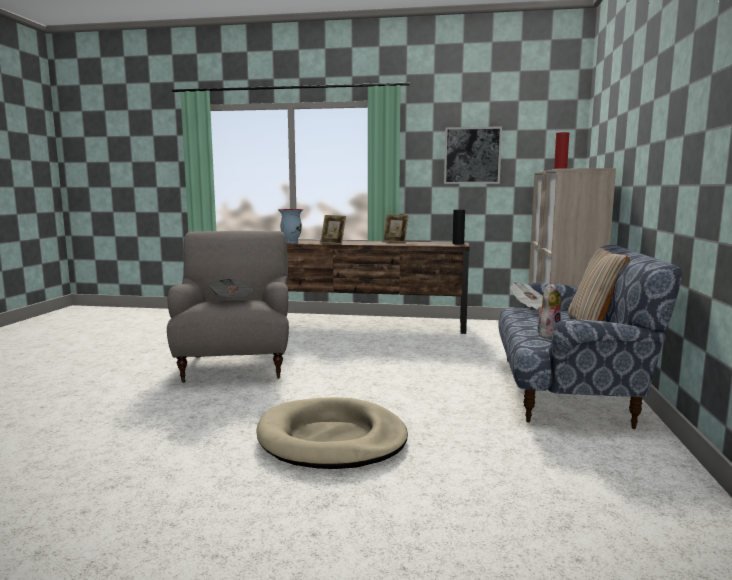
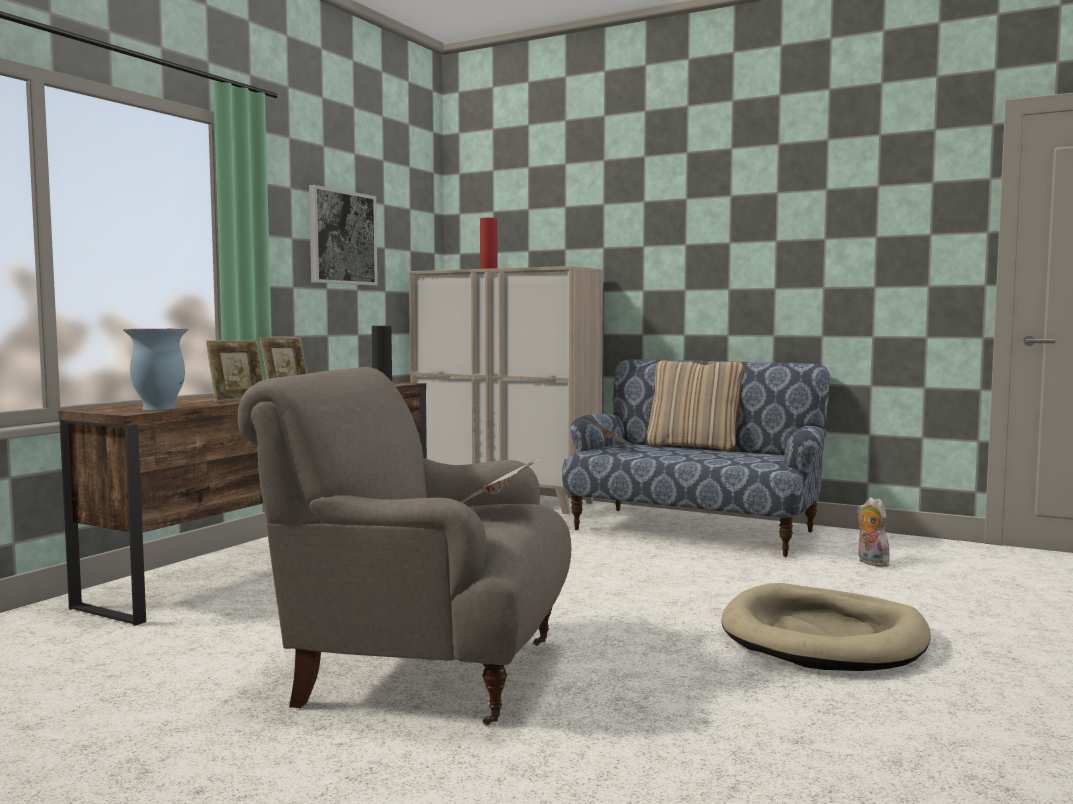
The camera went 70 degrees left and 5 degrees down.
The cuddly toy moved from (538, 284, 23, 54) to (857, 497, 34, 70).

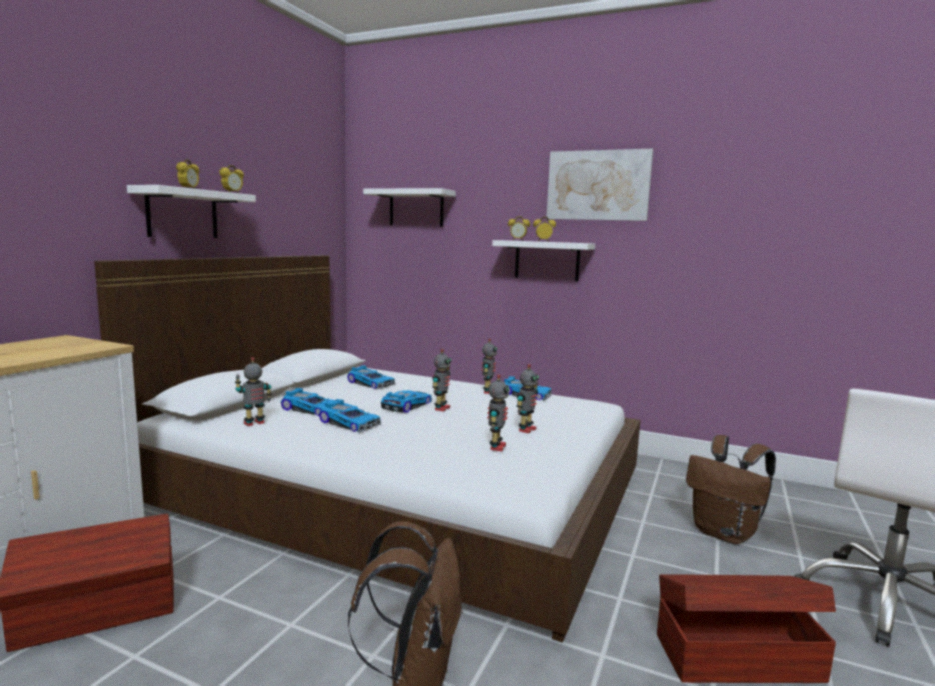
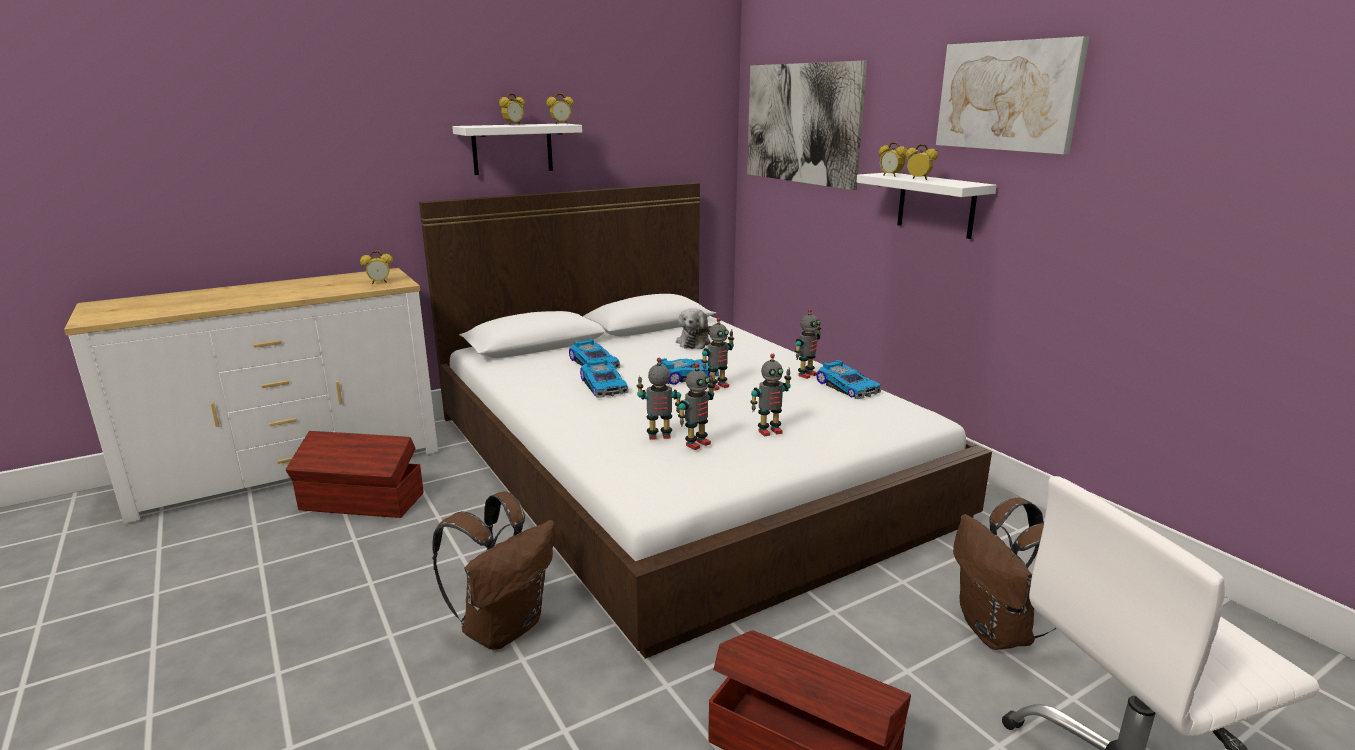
The camera went 35 degrees right and 10 degrees up.
The bedside clock at (360, 251, 33, 33) appeared.
The robot figure moved from (235, 357, 37, 69) to (637, 358, 44, 82).
The model car at (347, 365, 48, 24) was replaced by the cuddly toy at (676, 308, 36, 41).
The white shelf at (363, 188, 93, 39) was replaced by the picture at (747, 61, 120, 129).

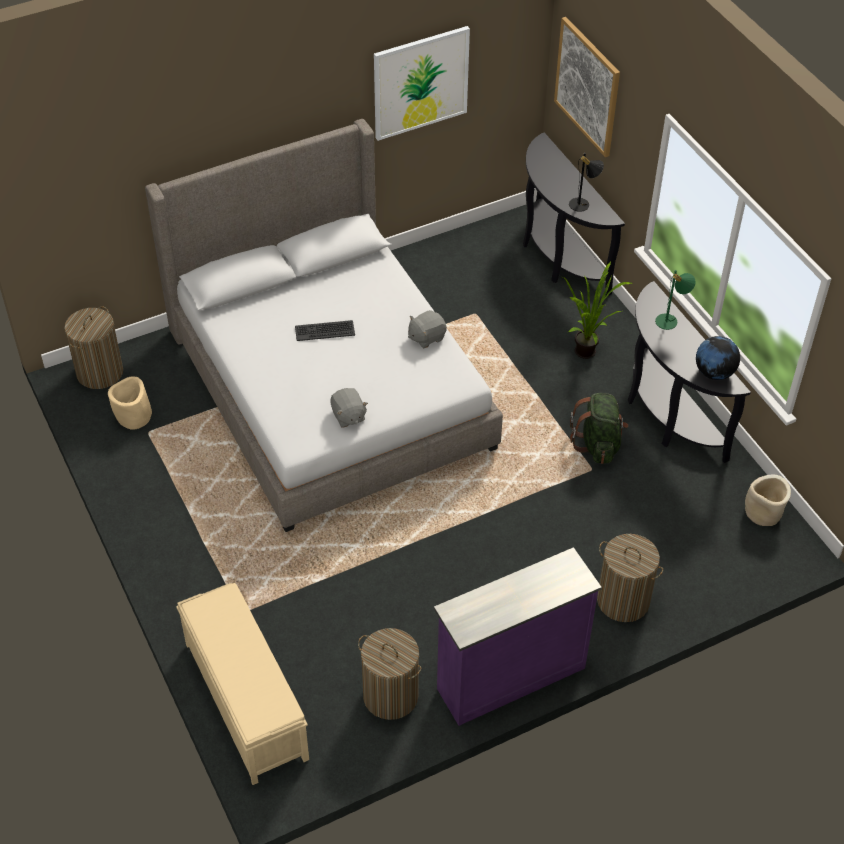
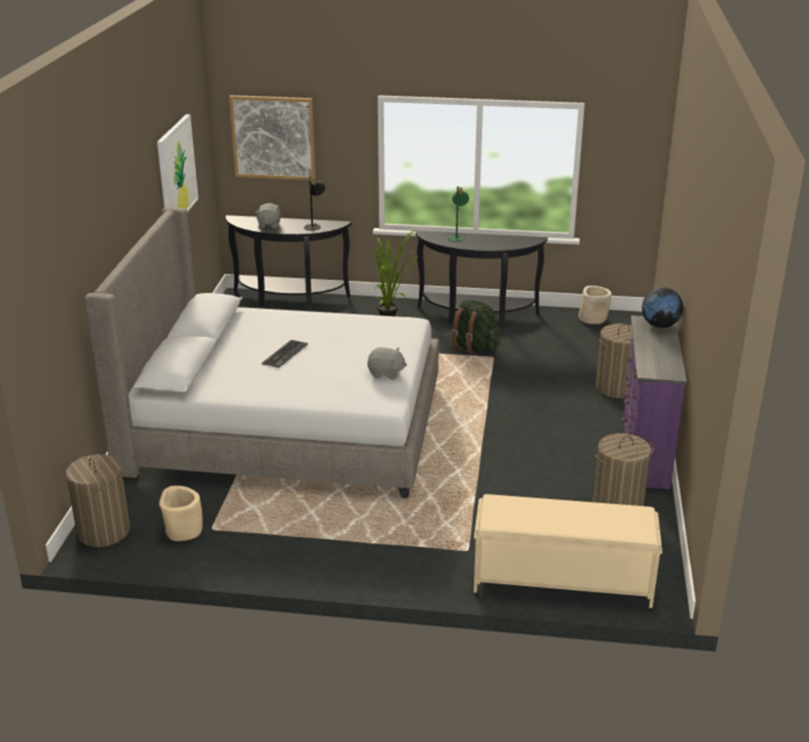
The camera went 55 degrees left and 20 degrees down.
The gray cuddly toy moved from (408, 310, 39, 38) to (255, 203, 26, 26).
The world globe moved from (696, 336, 44, 44) to (642, 287, 41, 41).

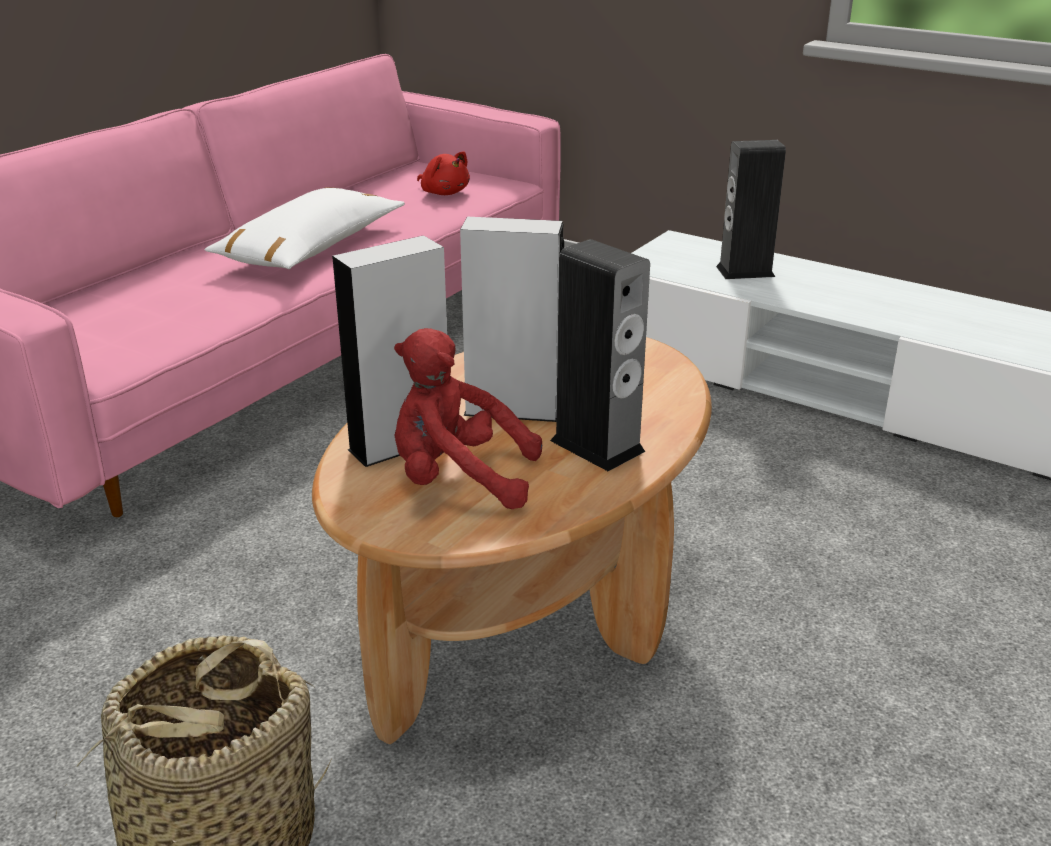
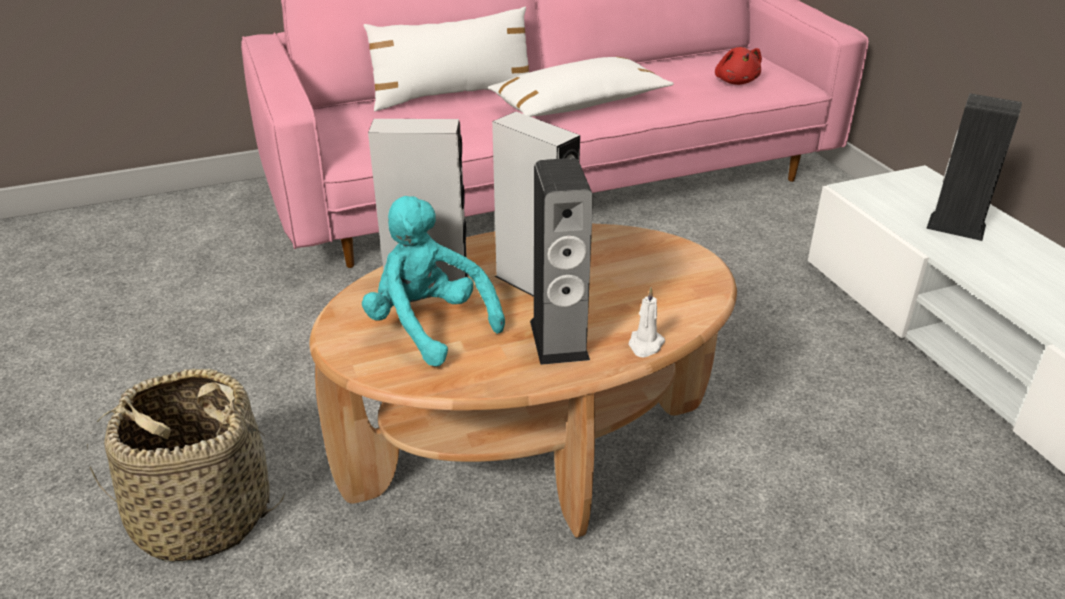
The camera went 35 degrees right and 5 degrees up.
The reddish cuddly toy at (394, 328, 148, 181) became the blue-green cuddly toy at (362, 196, 143, 171).
The white throw pillow at (364, 7, 165, 104) appeared.
The white candle at (629, 287, 36, 71) appeared.

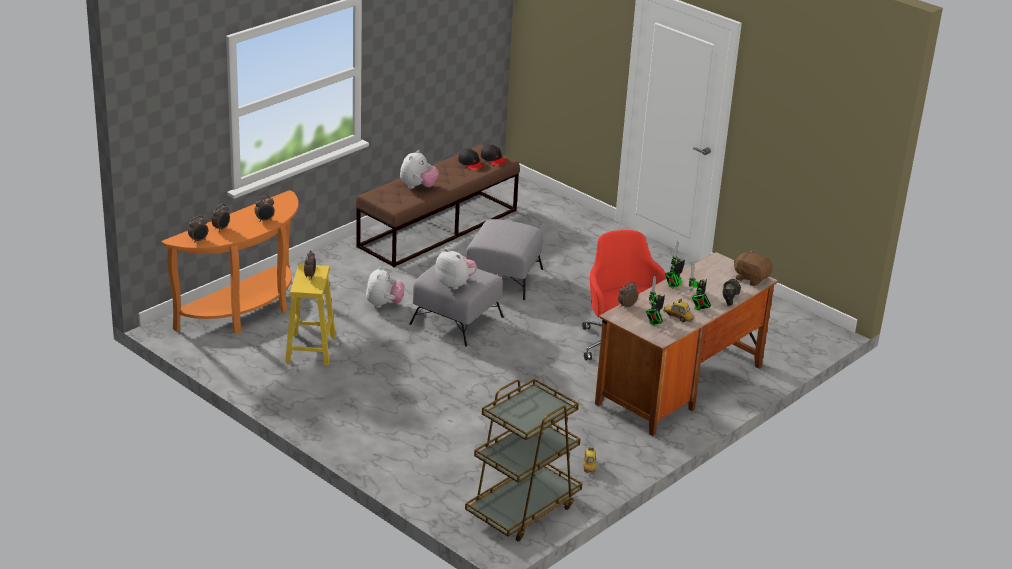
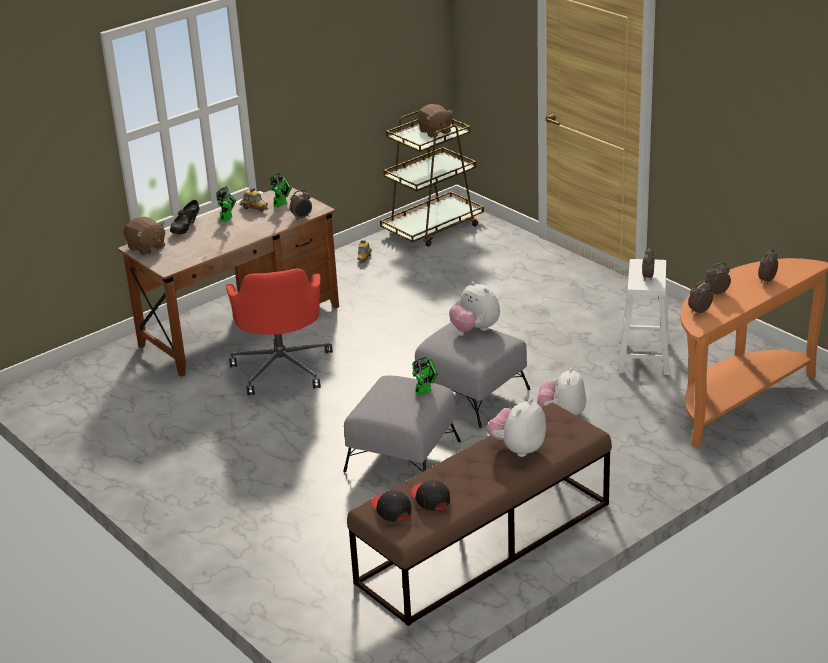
The camera went 170 degrees left and 0 degrees up.
The robot figure moved from (665, 241, 20, 48) to (412, 357, 26, 39).
The brownish cuddly toy at (417, 104, 36, 34) appeared.
The yellowish stool seat at (285, 264, 51, 102) became the white stool seat at (618, 259, 52, 116).
The bedside clock moved from (188, 215, 20, 28) to (688, 280, 25, 35).

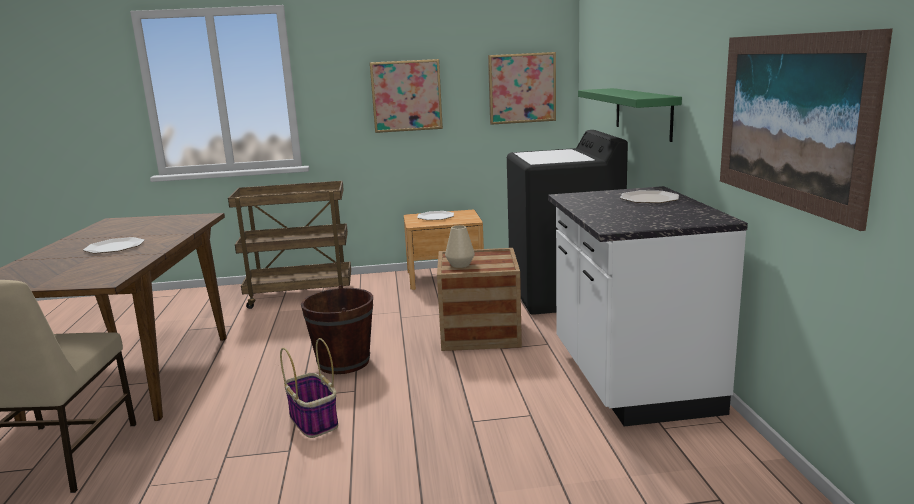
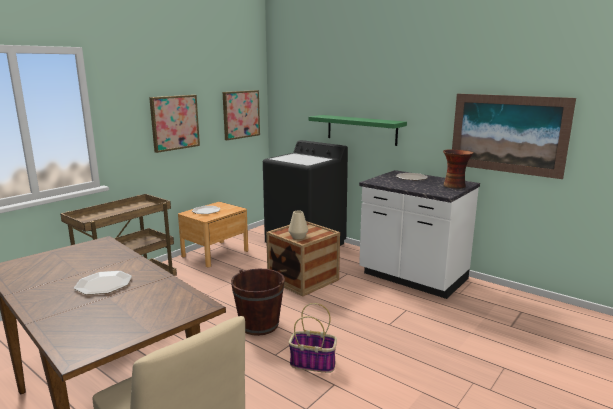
The camera went 45 degrees left and 0 degrees up.
The decorative vase at (443, 149, 30, 40) appeared.

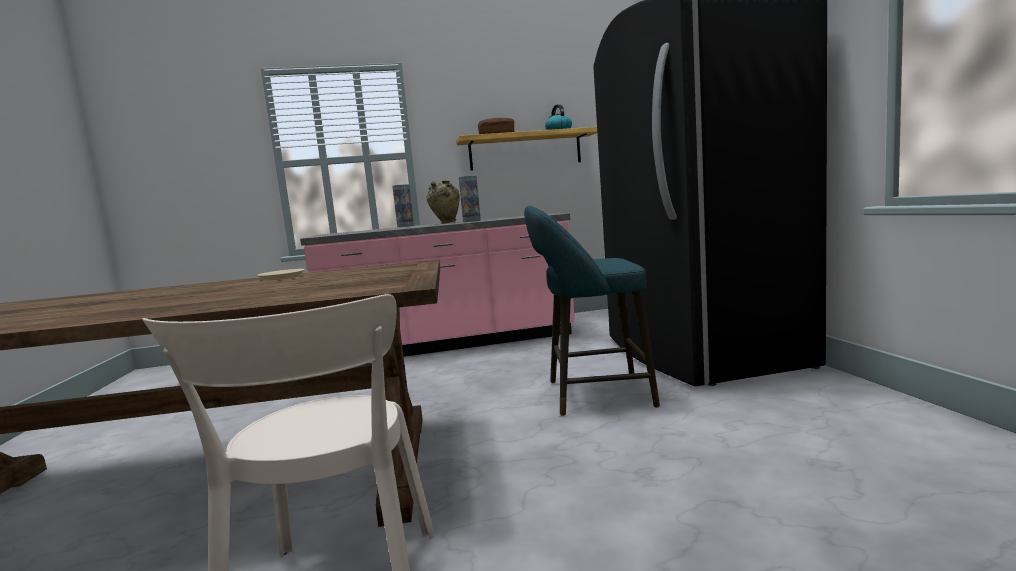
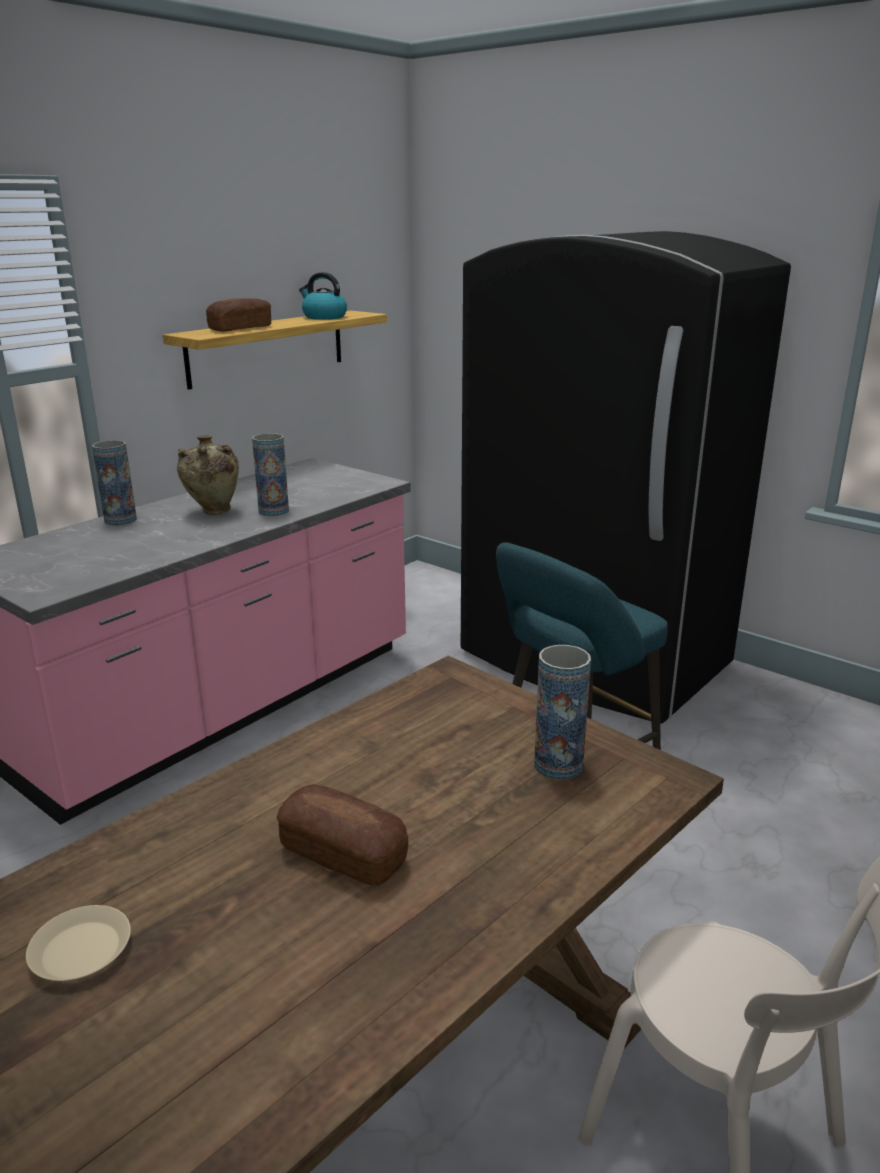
The camera went 40 degrees left and 15 degrees up.
The sand-coloured dinner plate moved from (257, 269, 47, 12) to (26, 905, 105, 76).
The baked bread at (277, 784, 131, 102) appeared.
The decorative vase at (534, 645, 57, 135) appeared.

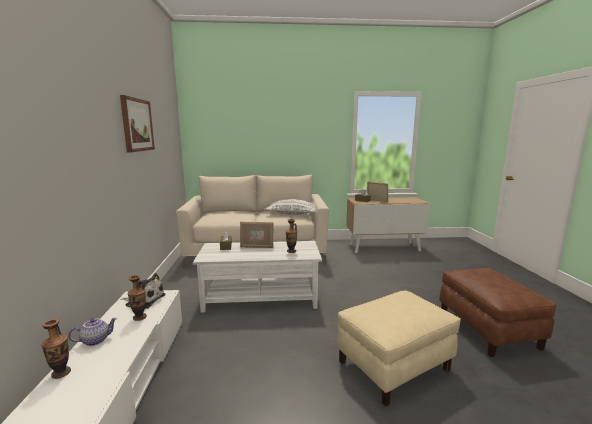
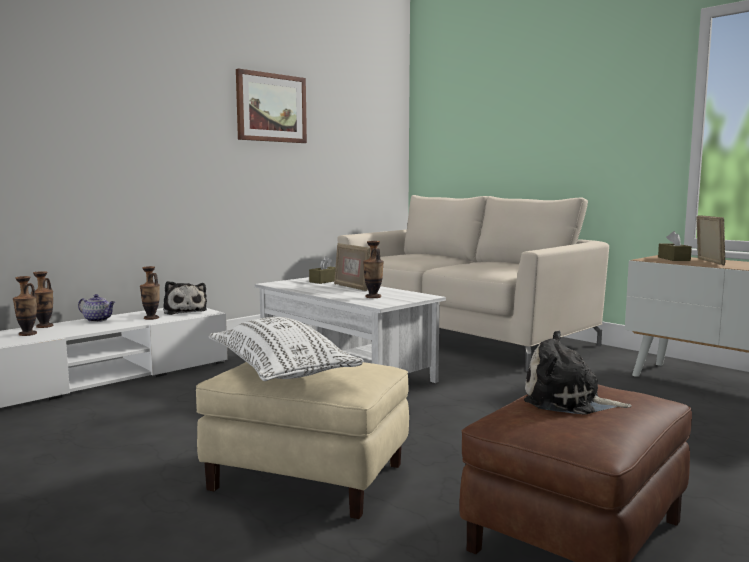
The camera went 50 degrees right and 5 degrees down.
The decorative vase at (13, 276, 24, 60) appeared.
The white throw pillow moved from (264, 199, 52, 16) to (209, 317, 155, 64).
The cuddly toy at (524, 331, 108, 84) appeared.

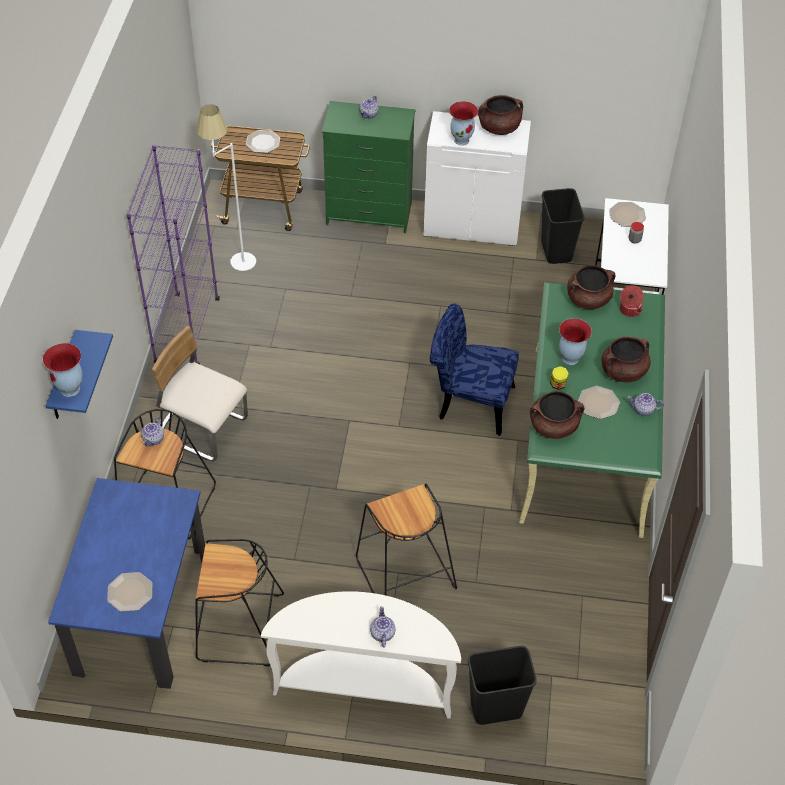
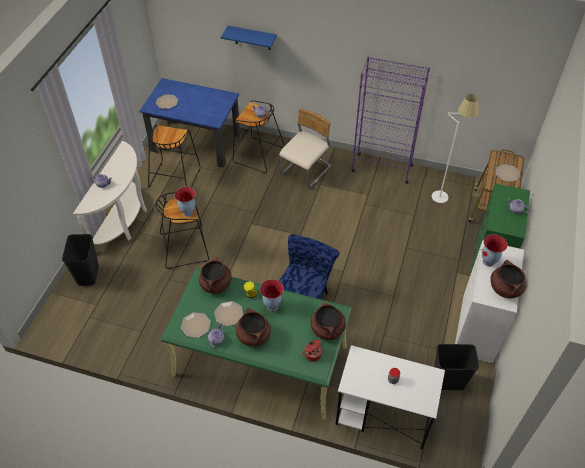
The camera went 100 degrees right and 0 degrees up.
The decorative vase moved from (43, 343, 40, 54) to (175, 187, 21, 29).
The dinner plate moved from (609, 202, 37, 25) to (181, 312, 30, 26).

